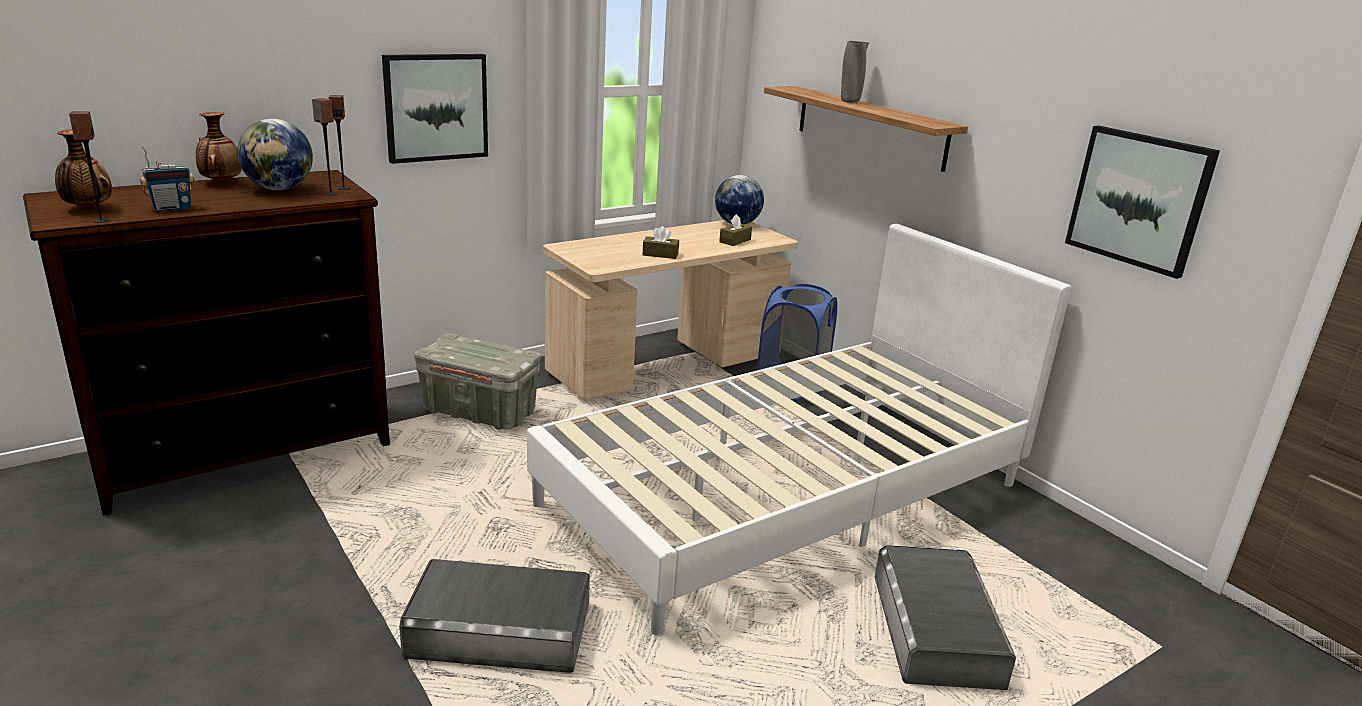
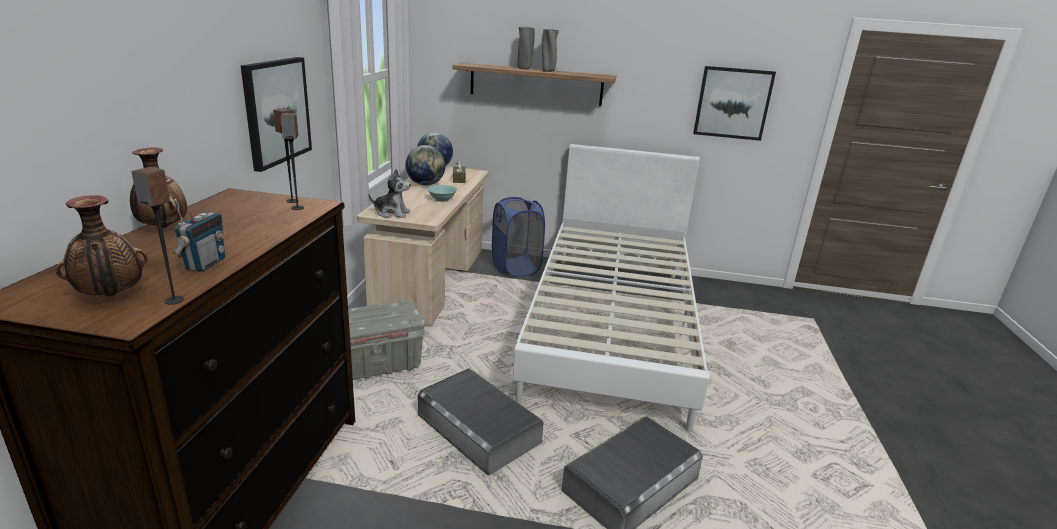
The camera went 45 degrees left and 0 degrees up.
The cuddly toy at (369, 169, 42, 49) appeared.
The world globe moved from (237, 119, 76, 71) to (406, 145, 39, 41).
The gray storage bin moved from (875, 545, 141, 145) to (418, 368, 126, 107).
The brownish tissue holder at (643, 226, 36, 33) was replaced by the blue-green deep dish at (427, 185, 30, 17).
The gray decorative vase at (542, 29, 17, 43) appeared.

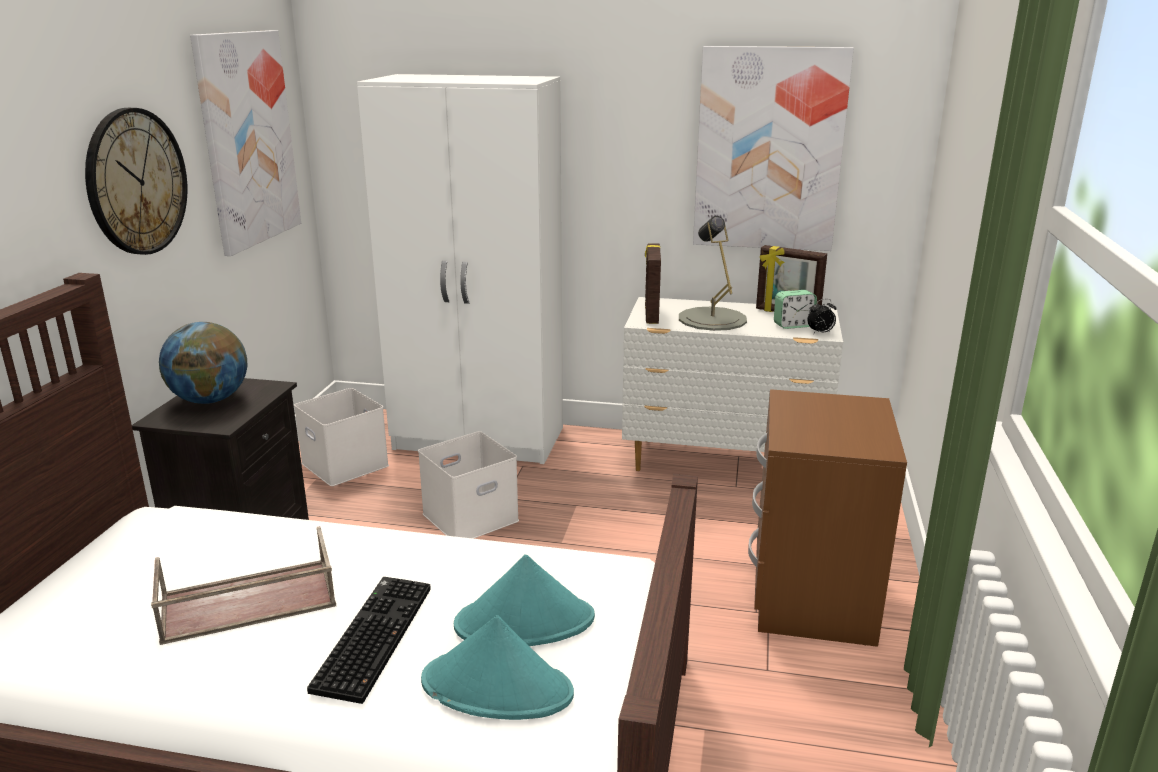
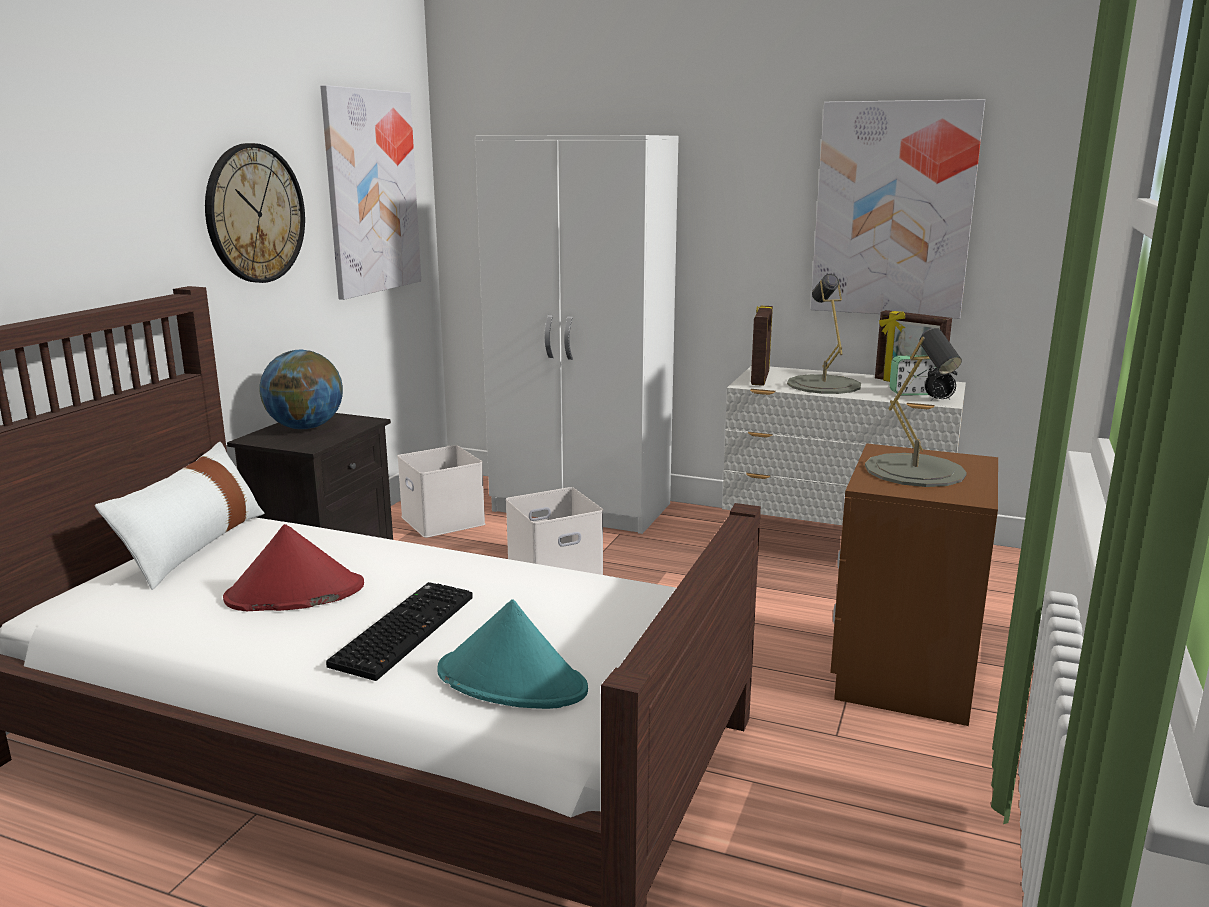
The camera went 10 degrees right and 5 degrees down.
The white throw pillow at (95, 442, 170, 148) appeared.
The brownish carrying tray at (151, 526, 185, 119) was replaced by the reddish hat at (223, 524, 141, 87).
The gray tabletop lamp at (865, 328, 102, 159) appeared.
The blue-green hat at (454, 554, 141, 92) disappeared.

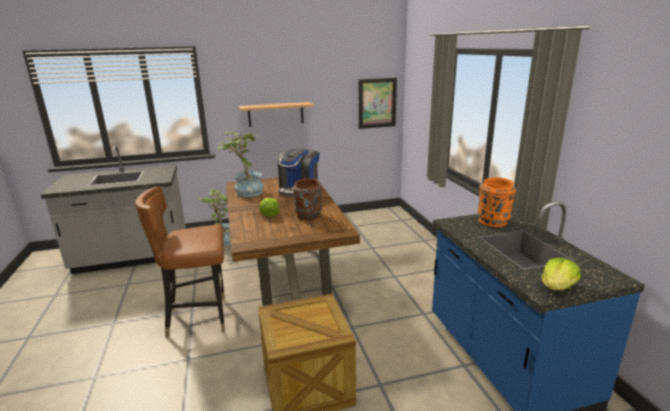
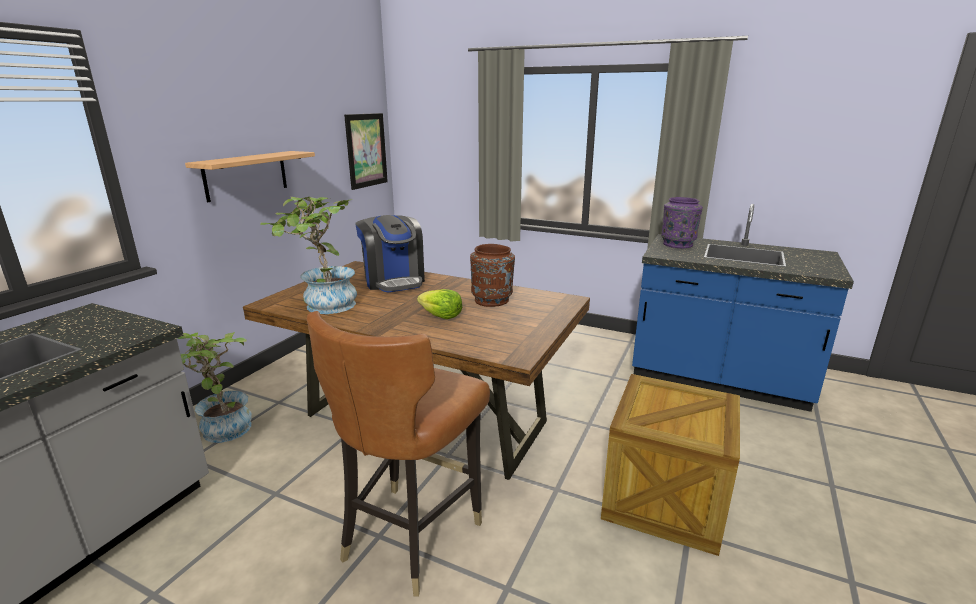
The camera went 50 degrees left and 0 degrees up.
The orangey decorative vase at (477, 177, 39, 50) became the purple-coloured decorative vase at (661, 197, 42, 51).
The lettuce at (541, 258, 40, 32) disappeared.

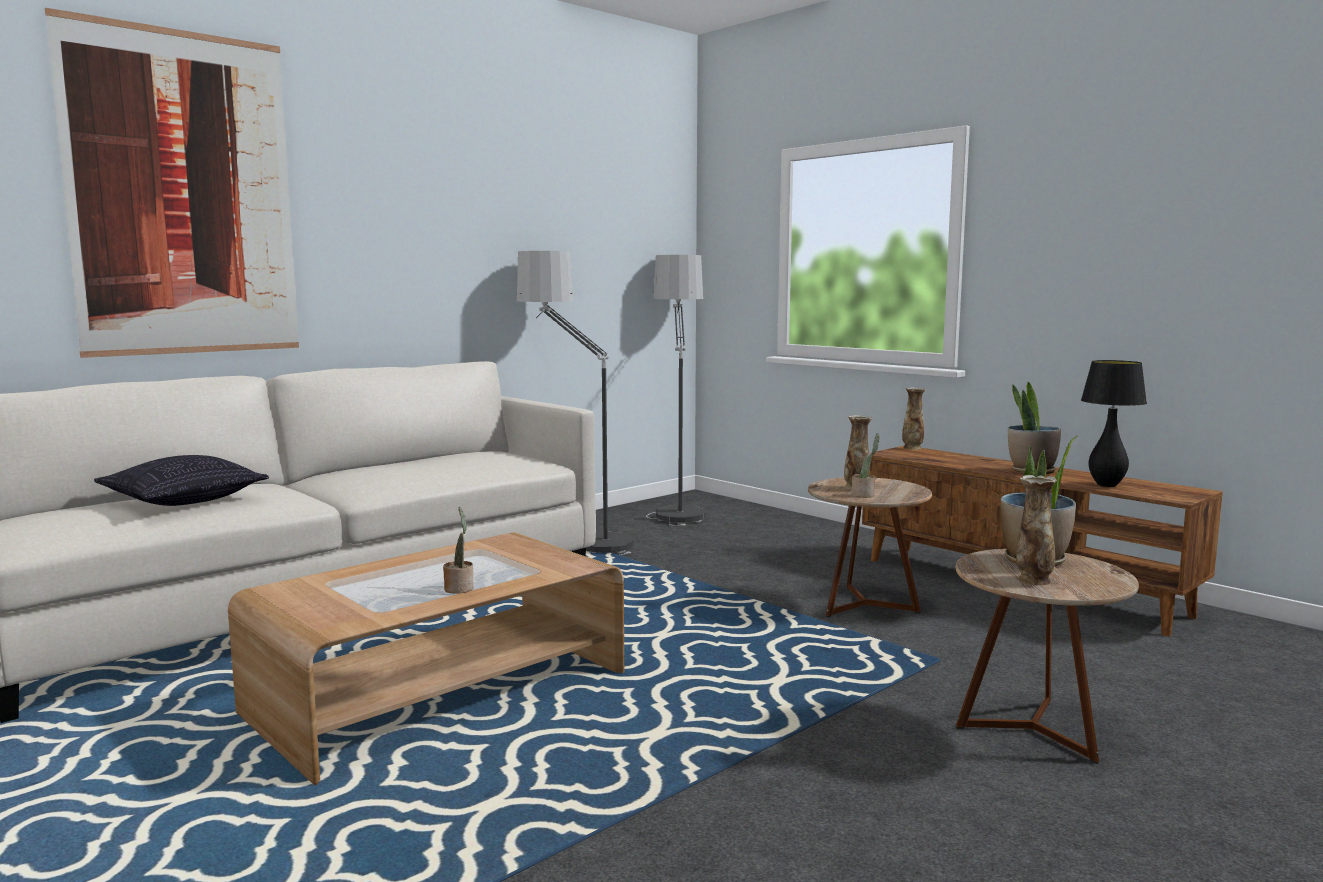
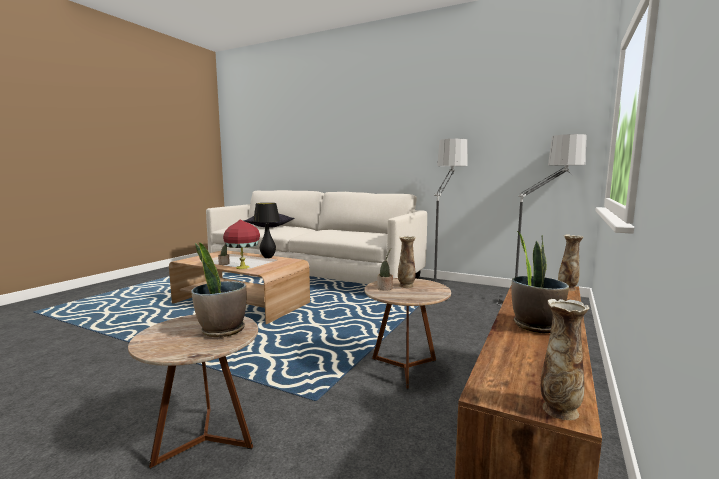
The camera went 70 degrees right and 0 degrees up.
The reddish tabletop lamp at (223, 220, 37, 49) appeared.
The black tabletop lamp moved from (1081, 360, 66, 127) to (253, 203, 27, 55).
The decorative vase moved from (1016, 475, 41, 110) to (541, 299, 49, 121).
The picture at (45, 8, 254, 350) disappeared.

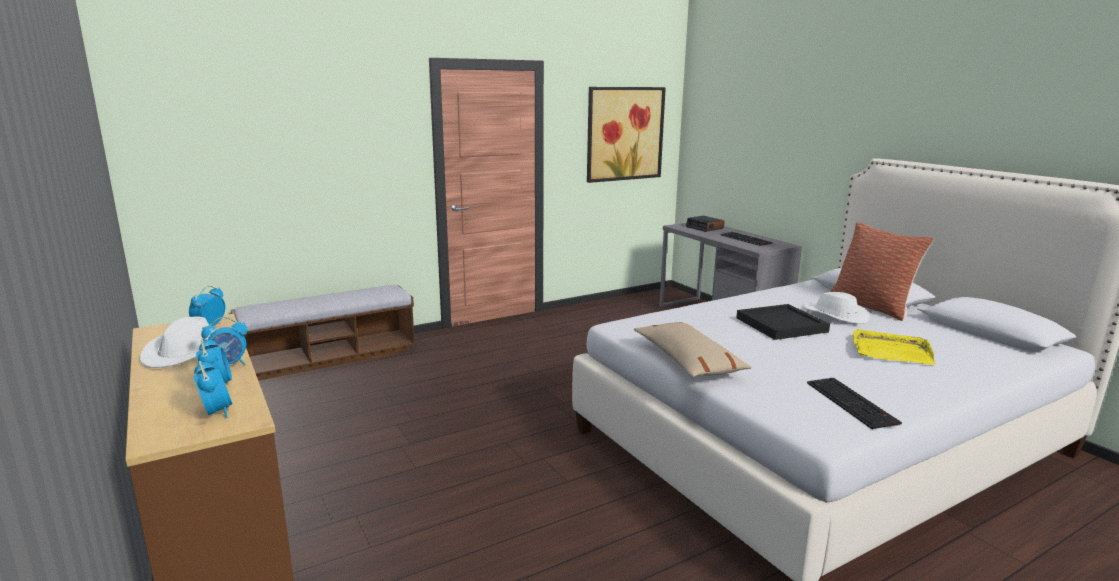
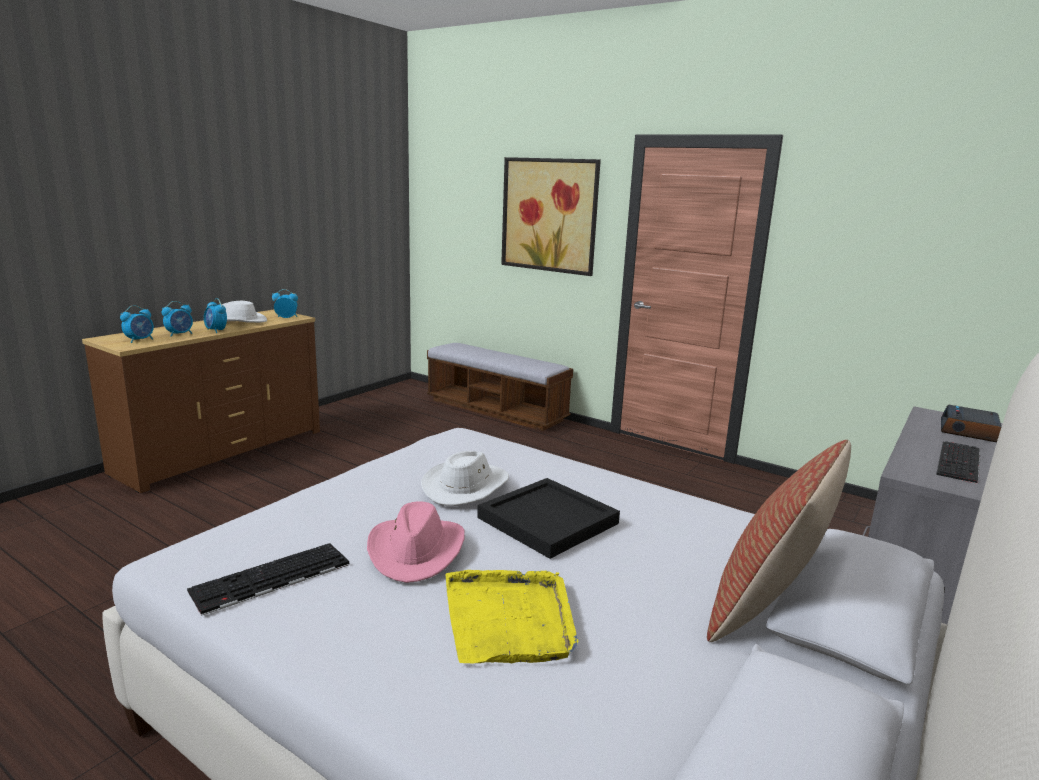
The camera went 65 degrees right and 0 degrees up.
The pink hat at (367, 501, 98, 82) appeared.
The white hat moved from (803, 292, 66, 32) to (421, 451, 88, 54).
The picture moved from (587, 87, 79, 96) to (501, 157, 100, 119).
The sand-coloured throw pillow at (634, 322, 118, 55) disappeared.

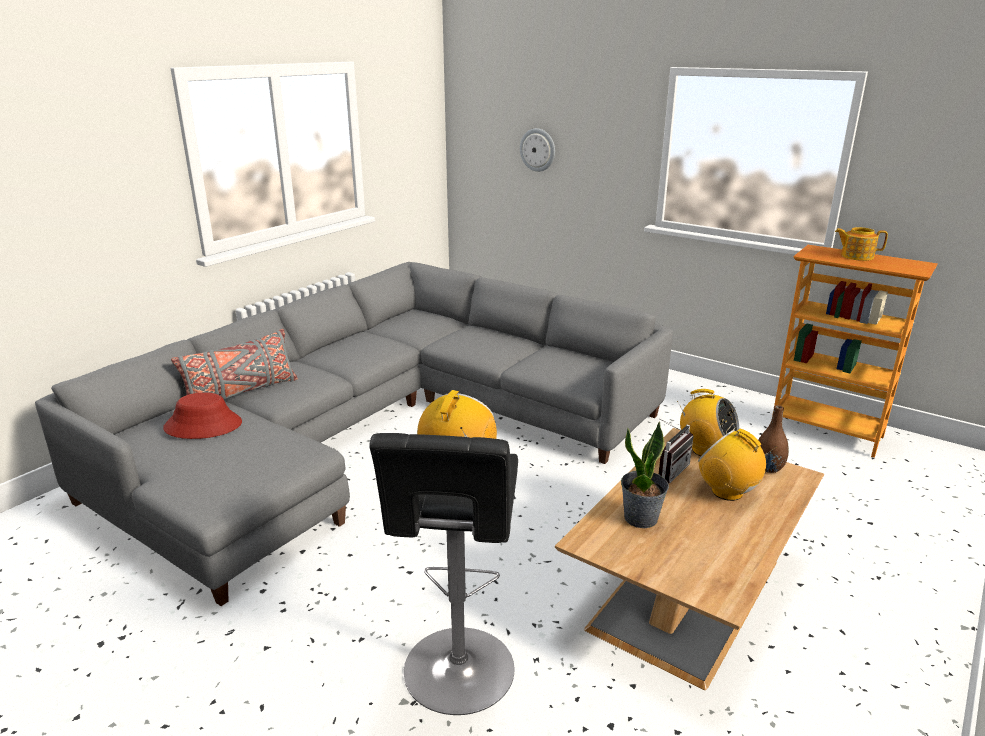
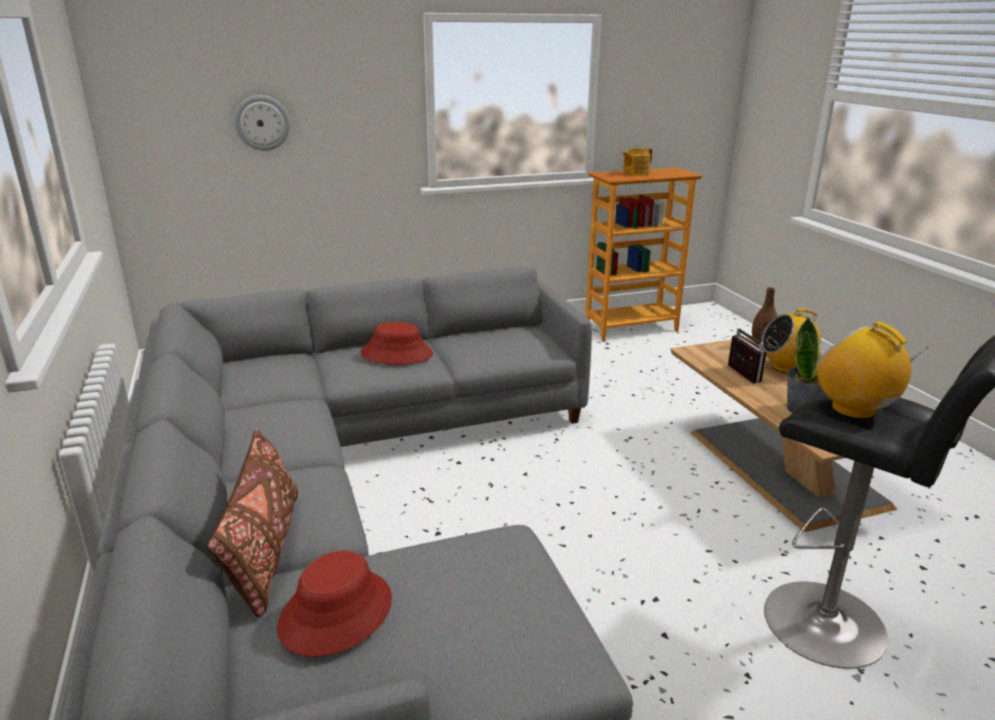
The camera went 55 degrees left and 0 degrees up.
The gray throw pillow at (171, 329, 127, 71) became the brownish throw pillow at (207, 429, 91, 188).
The reddish hat at (361, 322, 72, 43) appeared.
The radio set at (677, 389, 62, 67) disappeared.

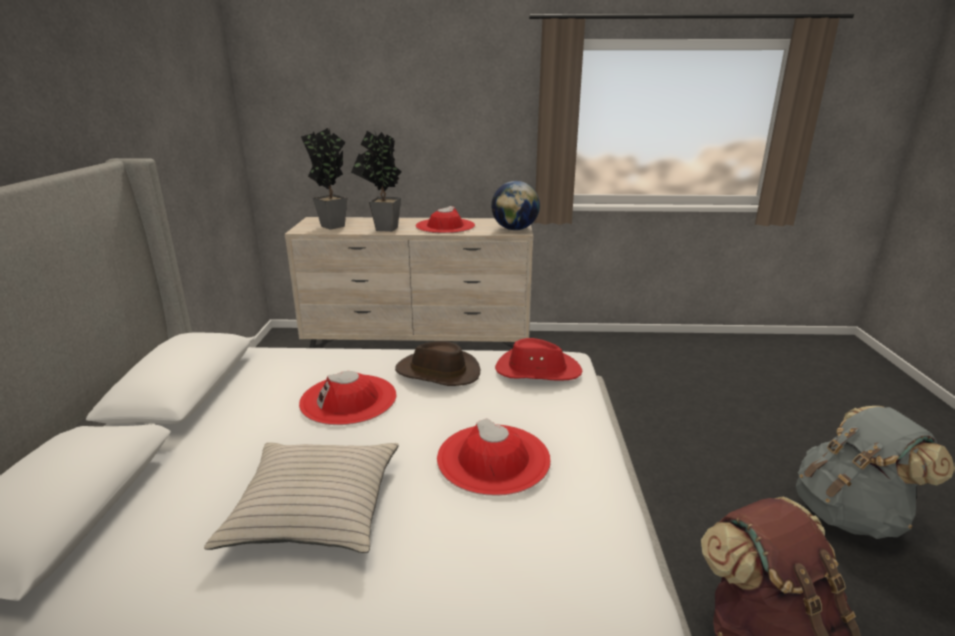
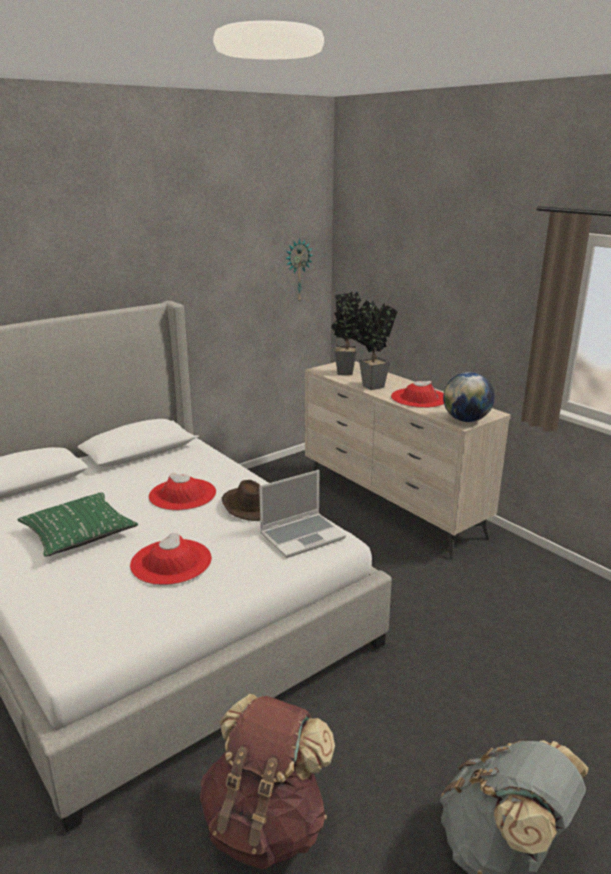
The camera went 50 degrees right and 0 degrees up.
The sand-coloured throw pillow at (204, 442, 195, 111) became the greenish throw pillow at (17, 492, 121, 65).
The reddish hat at (495, 338, 88, 43) was replaced by the laptop at (259, 470, 87, 88).
The hanging clock at (285, 238, 28, 65) appeared.

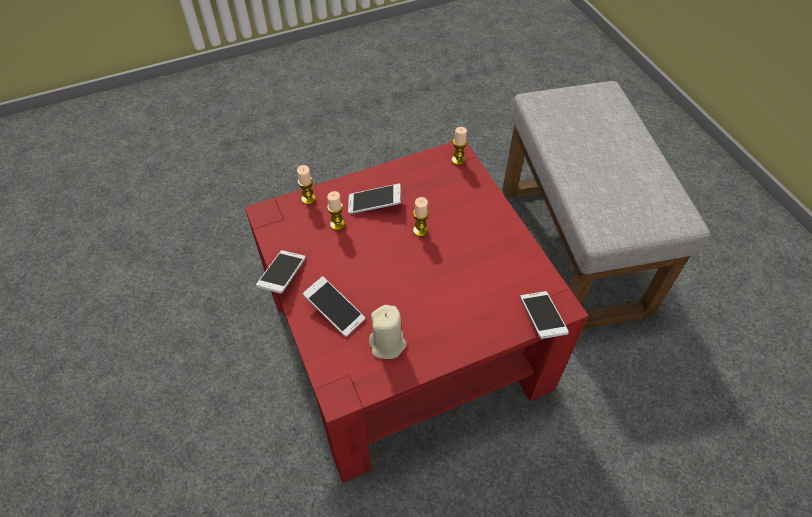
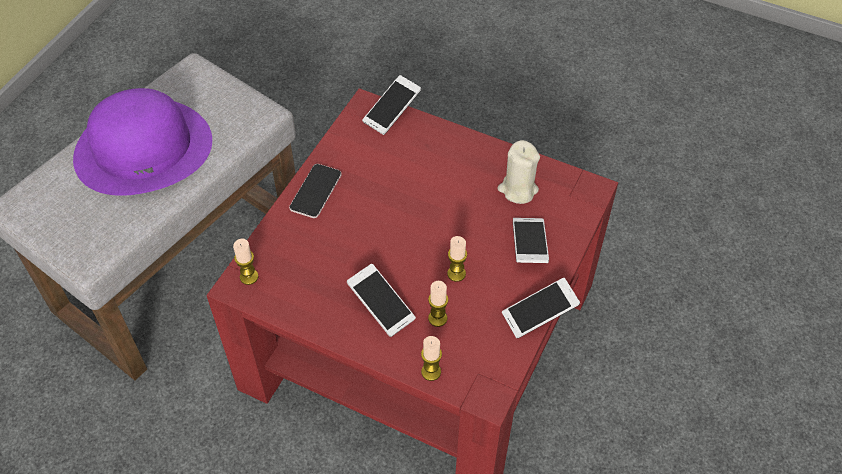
The camera went 130 degrees left and 0 degrees up.
The purple-coloured hat at (73, 88, 139, 108) appeared.
The telephone at (289, 164, 53, 54) appeared.
The candle moved from (413, 197, 16, 40) to (447, 236, 20, 46).

